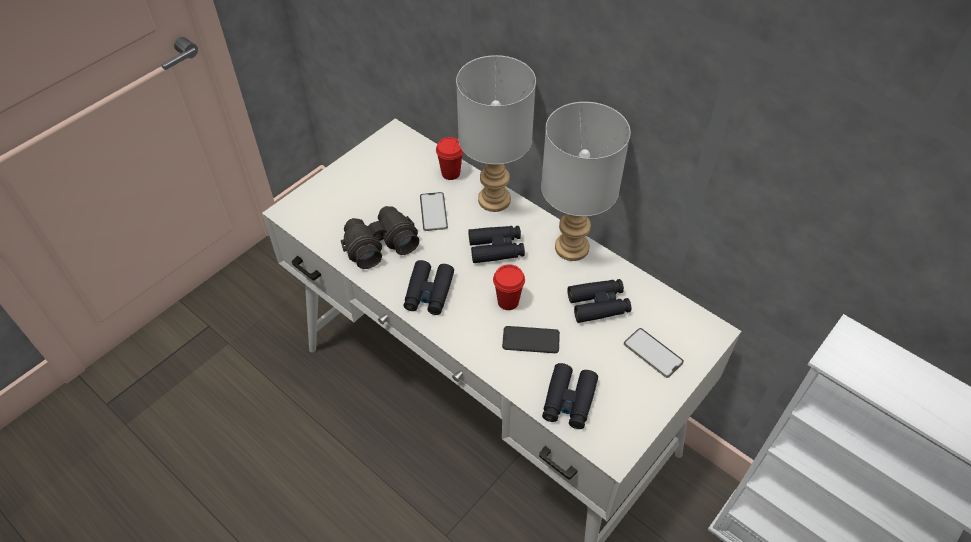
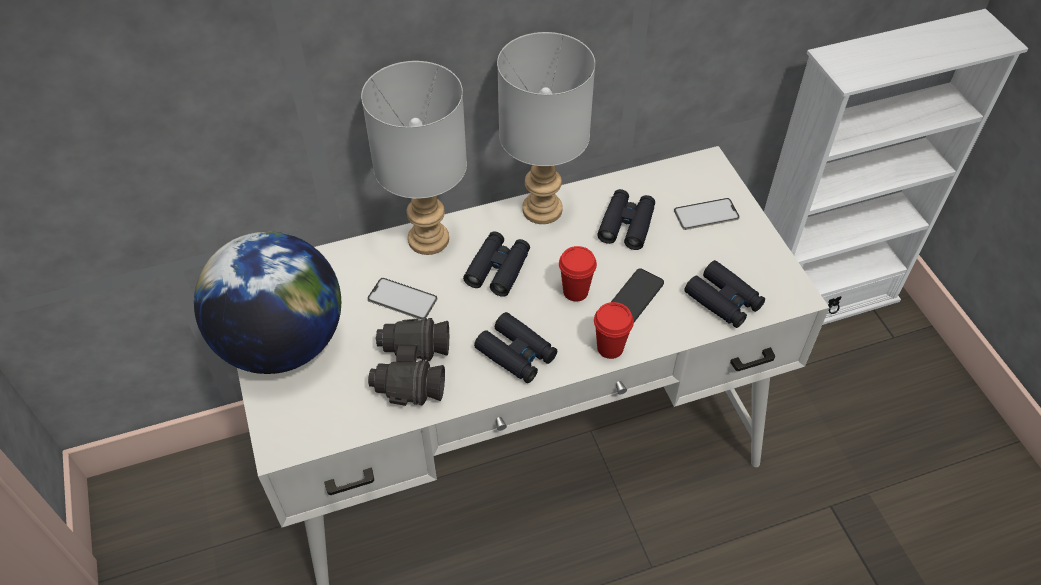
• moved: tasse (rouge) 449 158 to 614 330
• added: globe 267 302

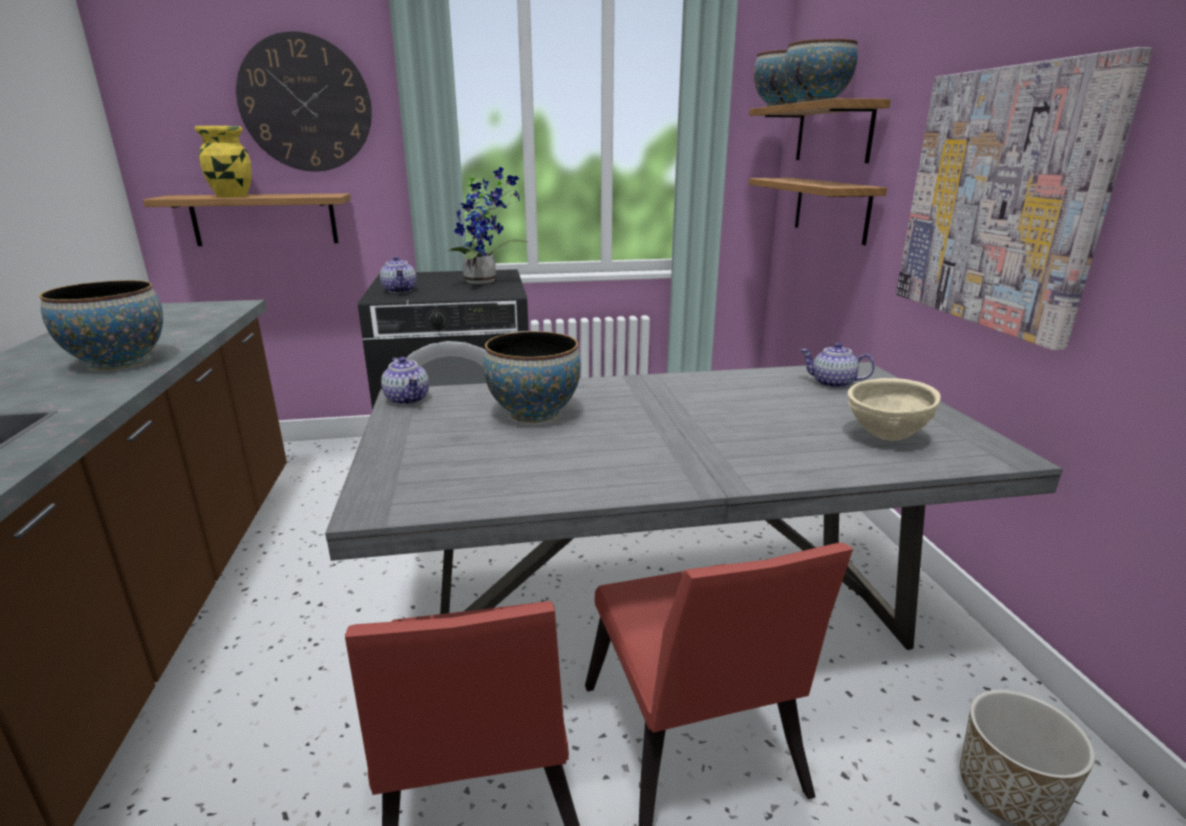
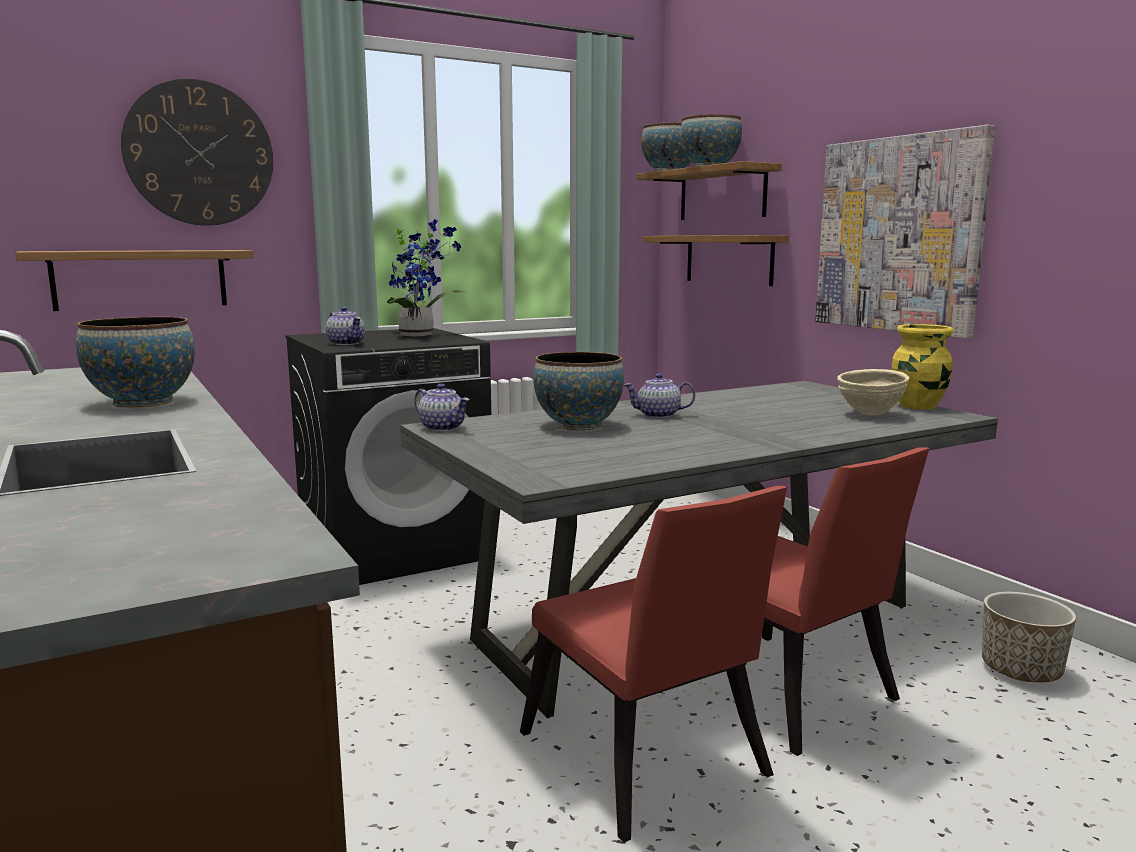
• moved: vase (jaune) 223 161 to 922 367
• moved: théière 837 365 to 659 396

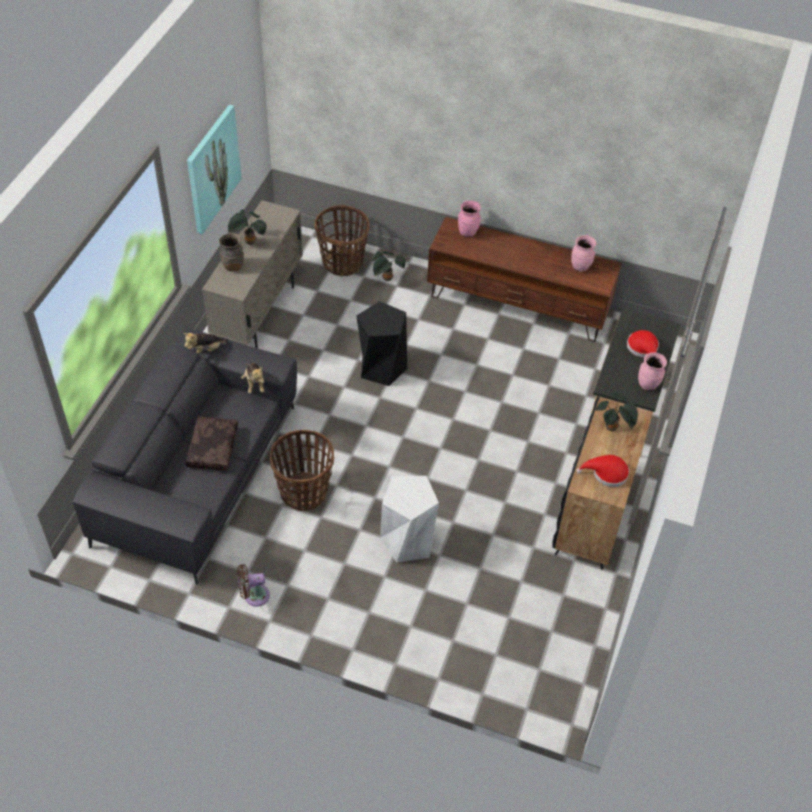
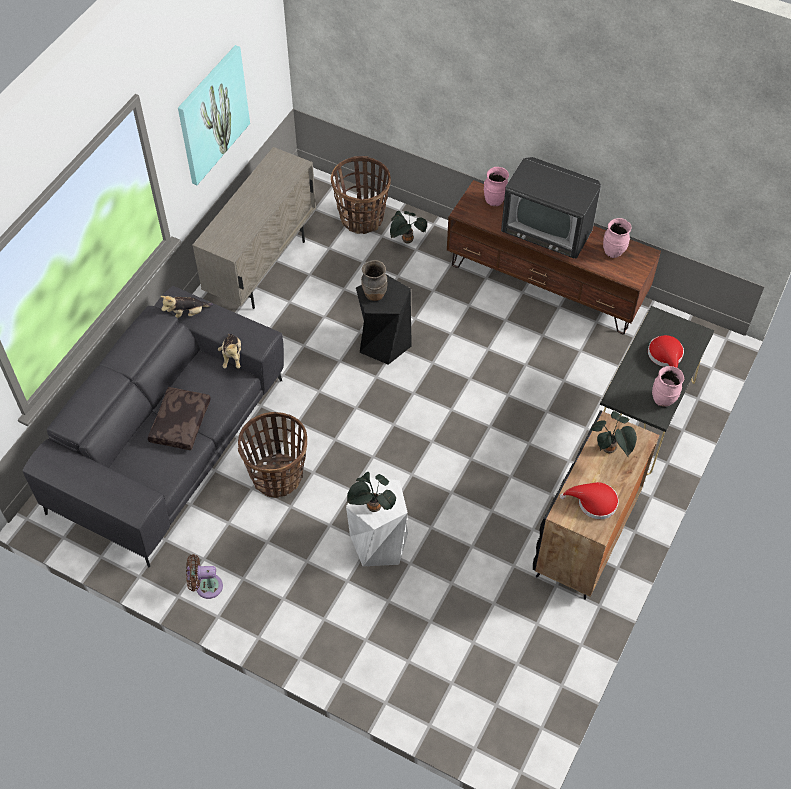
• moved: plante en pot 247 227 to 371 492
• moved: vase (marron) 231 252 to 374 280
• added: téléviseur 551 208

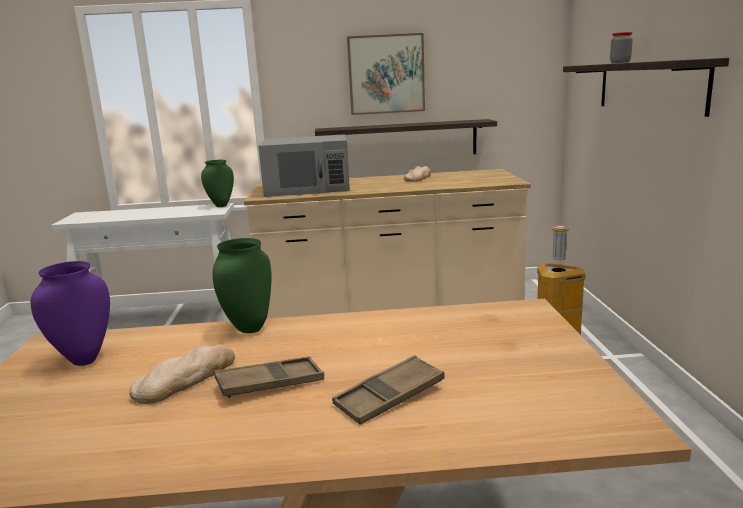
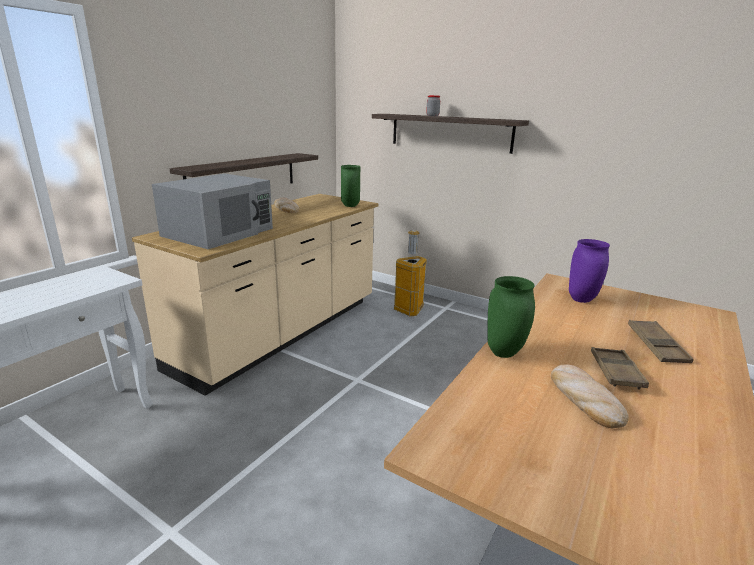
• removed: tableau 386 74
• moved: vase (vert) 217 183 to 350 186
• moved: vase (violet) 70 313 to 589 271

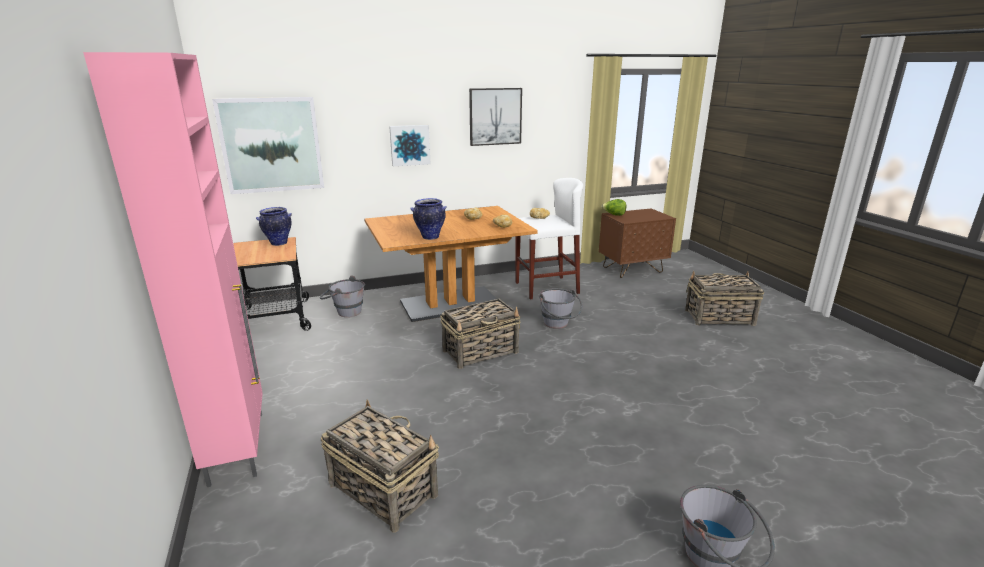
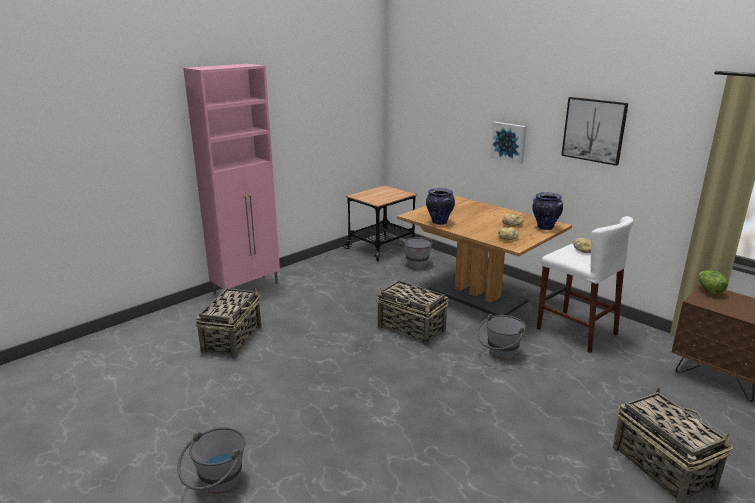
• removed: tableau 268 145
• moved: vase 274 226 to 547 211

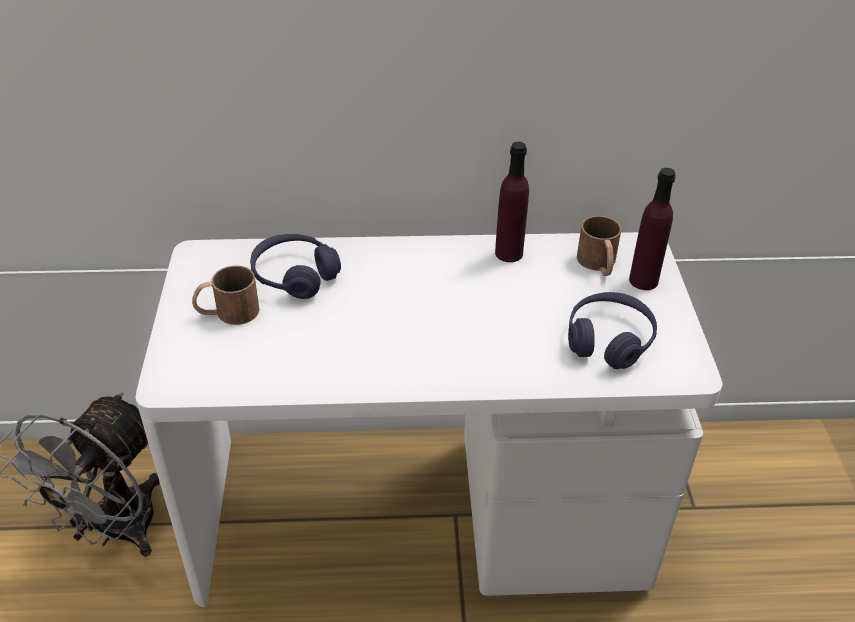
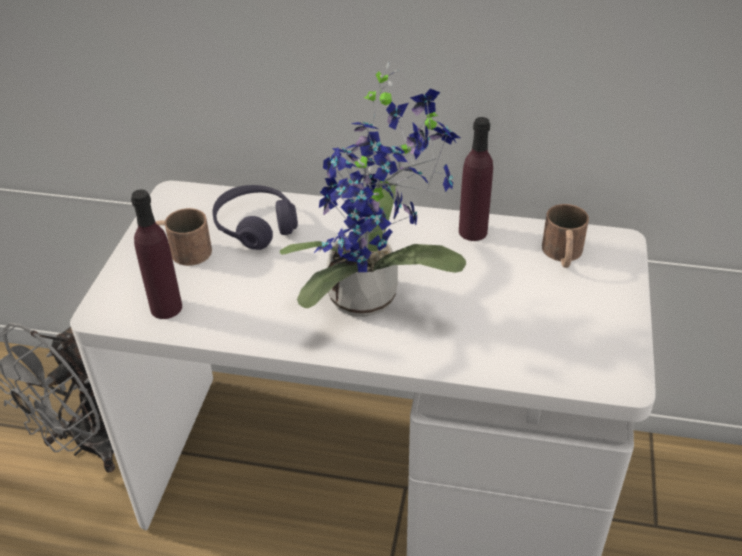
• moved: bouteille (violet) 652 229 to 156 254
• removed: casque audio (violet) 612 330
• added: plante en pot 373 189

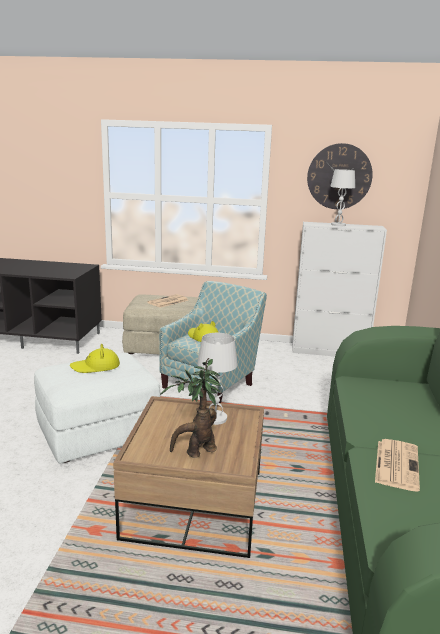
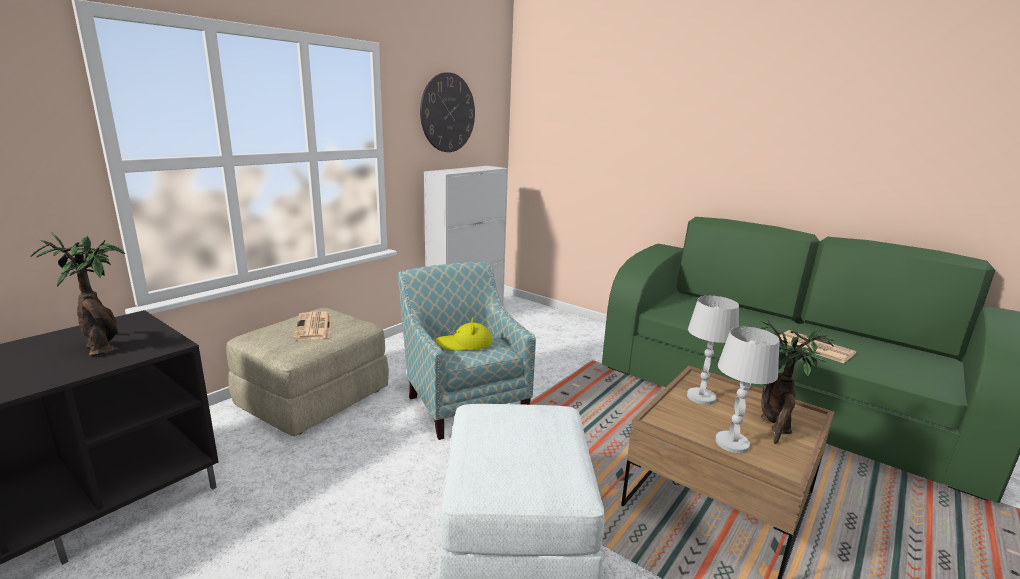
• moved: lampe de table (blanc) 342 197 to 747 390
• removed: chapeau (jaune) 95 358
• added: plante en pot 77 294

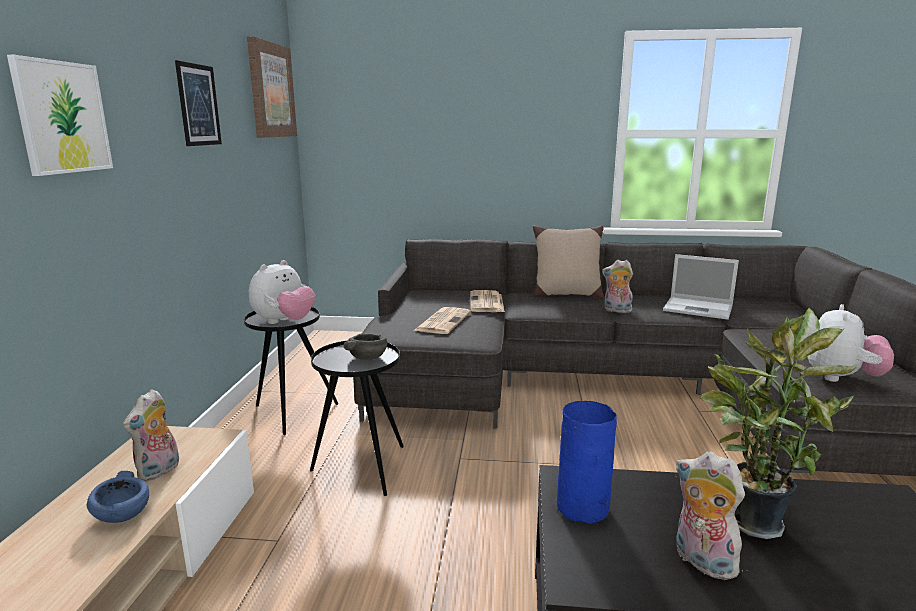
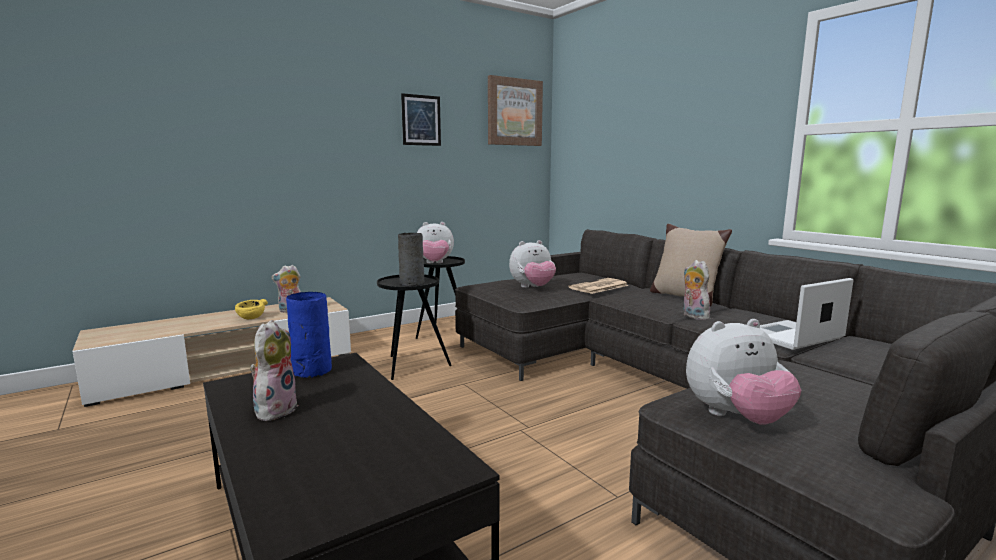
• removed: tableau 60 115
• turned: ordinateur portable 701 287 = 806 314 75 degrees clockwise
• replaced: journal 443 320 to peluche 532 264
• removed: plante en pot 778 423
• replaced: bol (gris) 365 346 to vase (gris) 411 259
• recoloured: bol (bleu) 118 497 to bol (jaune) 251 309

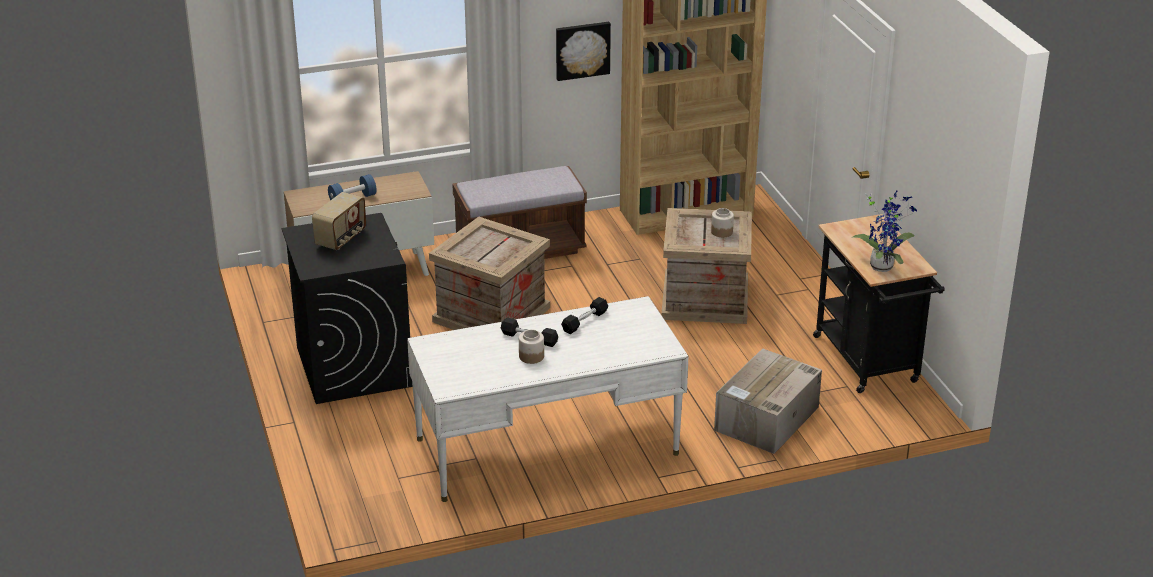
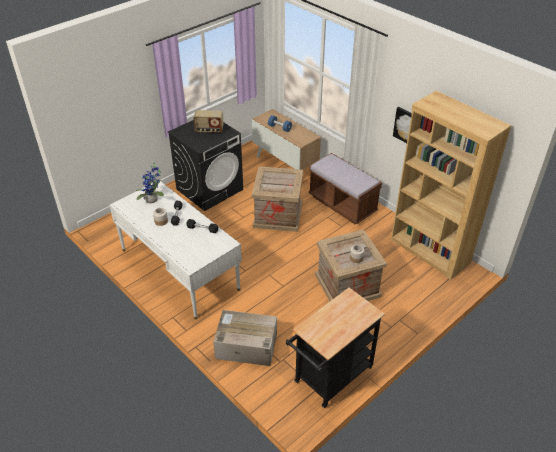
• moved: plante en pot 884 231 to 150 181

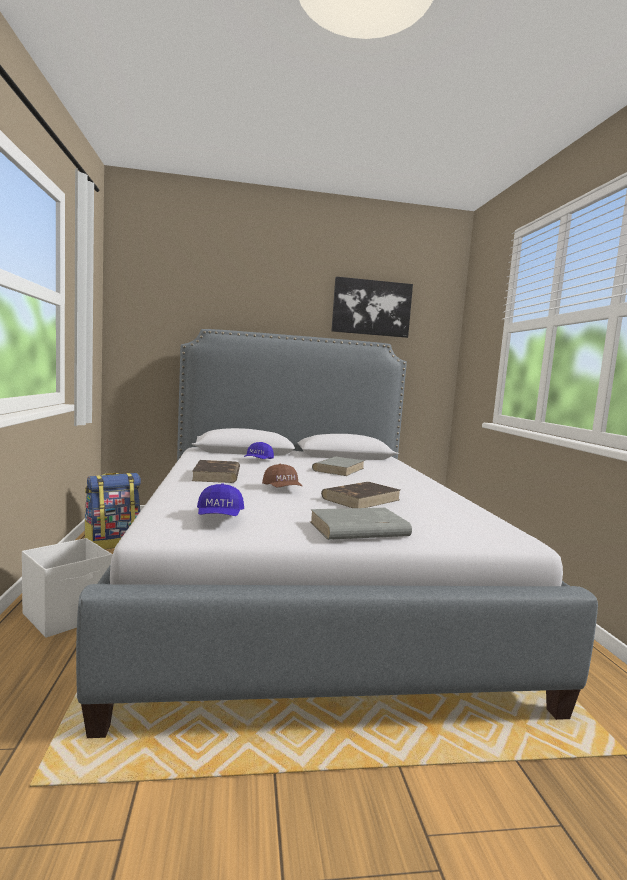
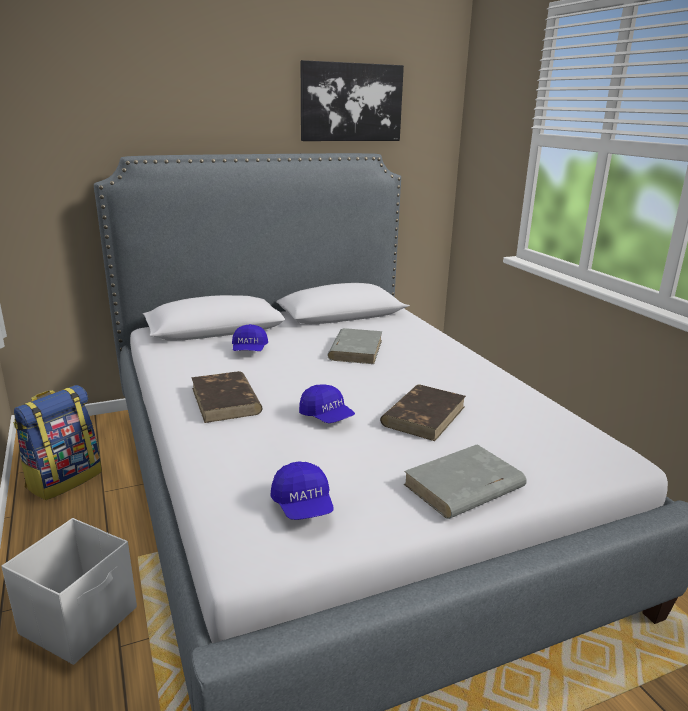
• recoloured: casquette (marron) 282 476 to casquette (bleu) 327 403

